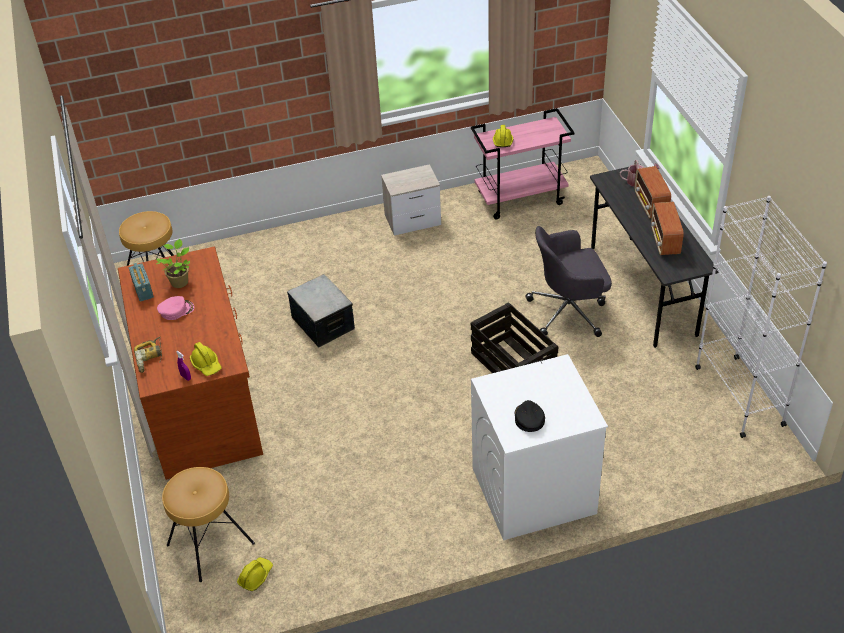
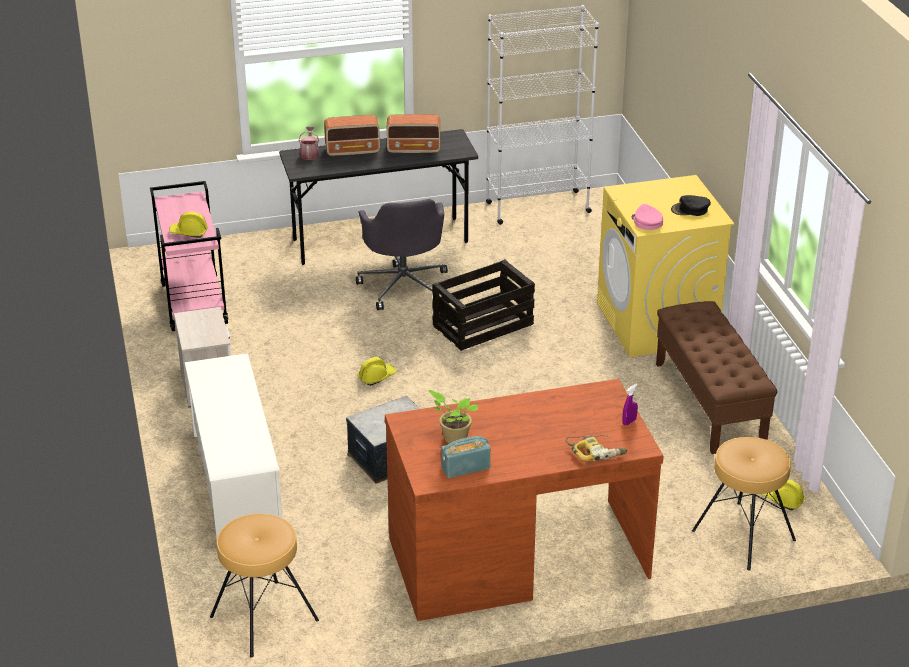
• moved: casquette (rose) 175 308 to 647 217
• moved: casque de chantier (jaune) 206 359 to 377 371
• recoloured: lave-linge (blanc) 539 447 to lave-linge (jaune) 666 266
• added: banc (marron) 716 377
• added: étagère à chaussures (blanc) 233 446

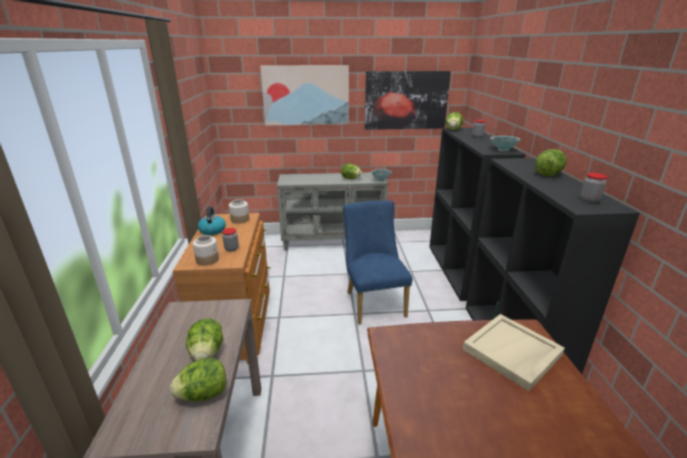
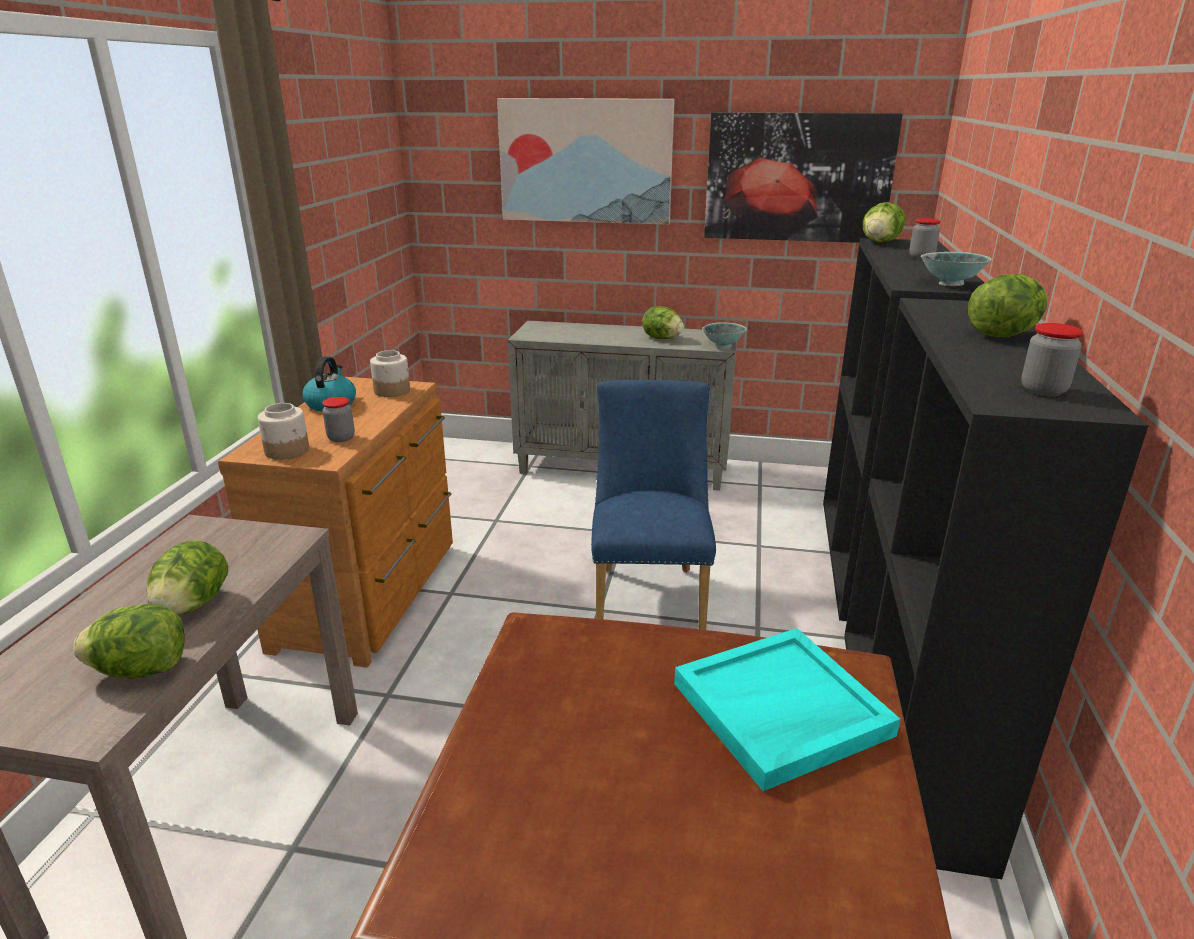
• recoloured: plateau (beige) 514 352 to plateau (turquoise) 787 709

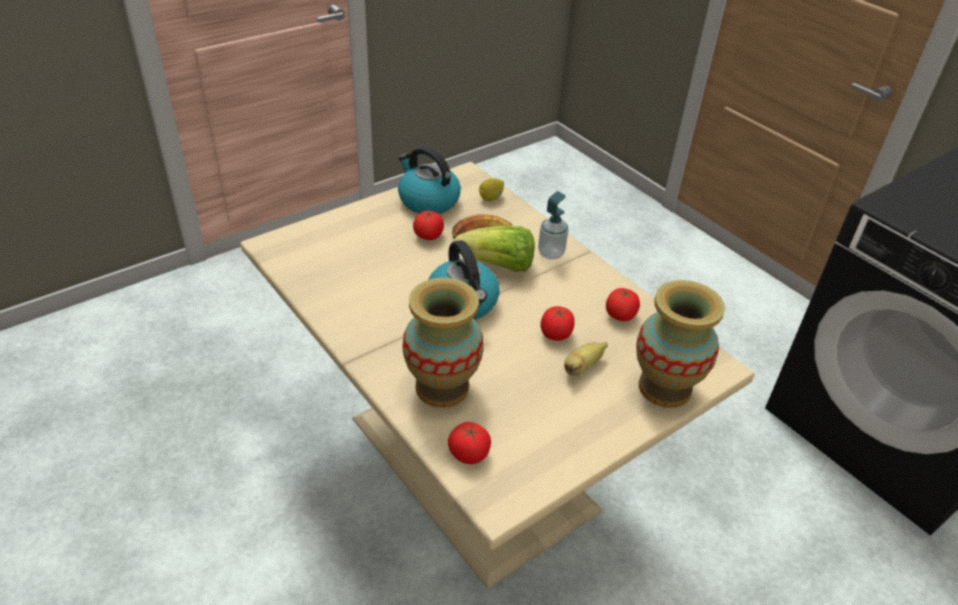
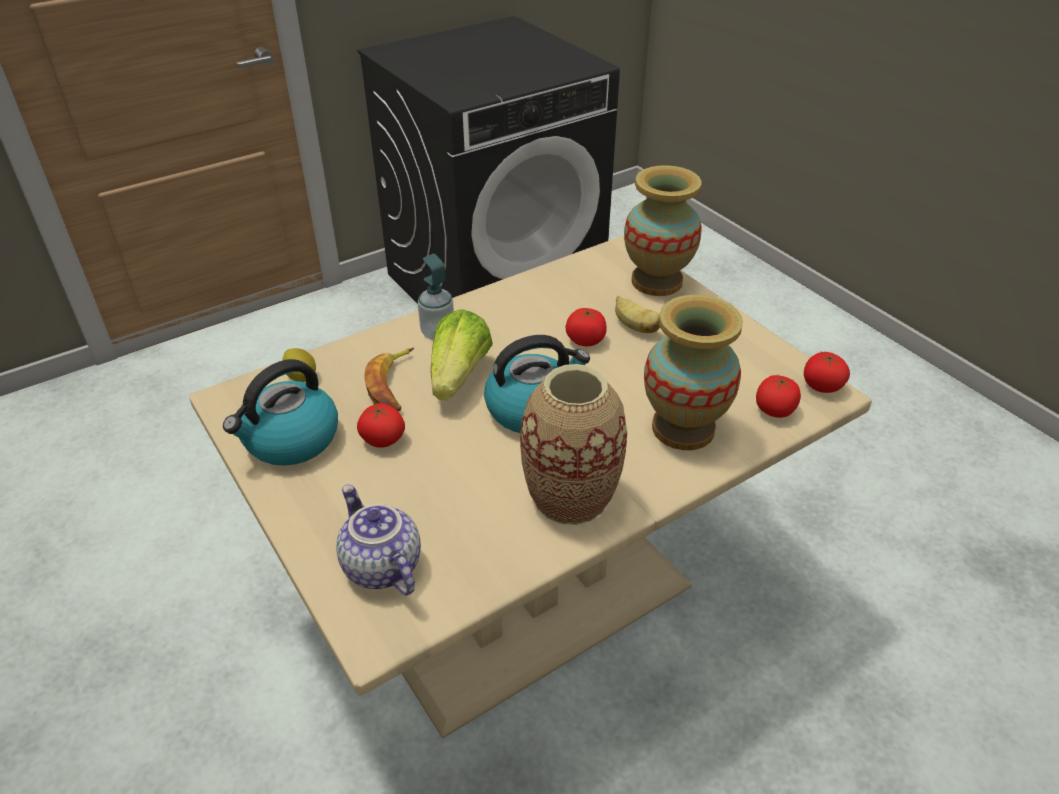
• moved: tomate 623 304 to 827 372
• added: vase 573 444
• added: théière 378 540

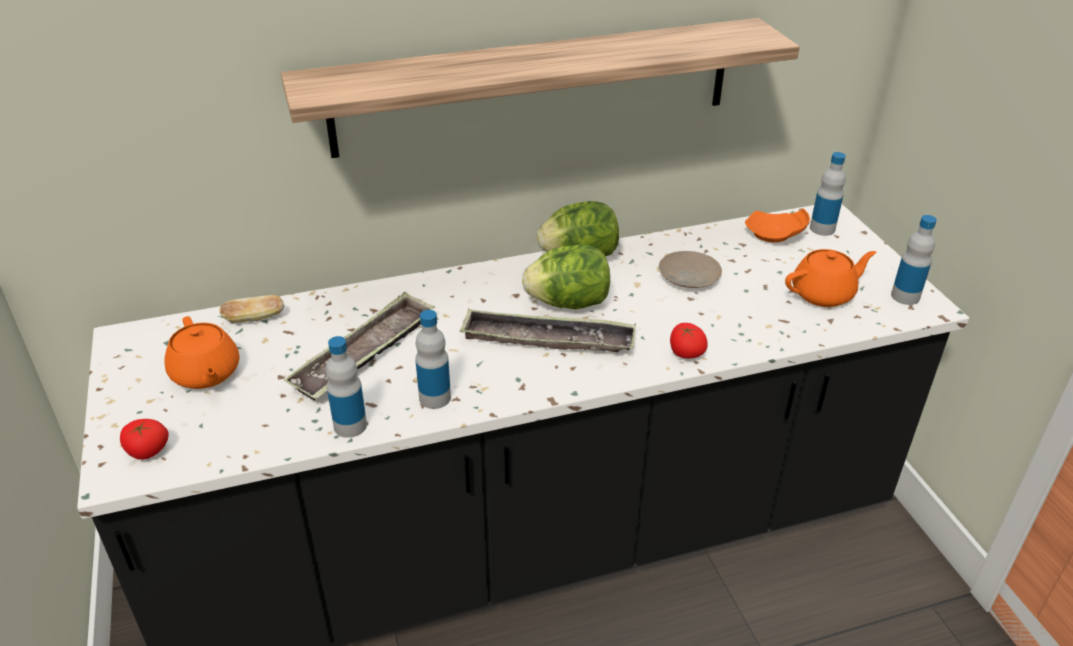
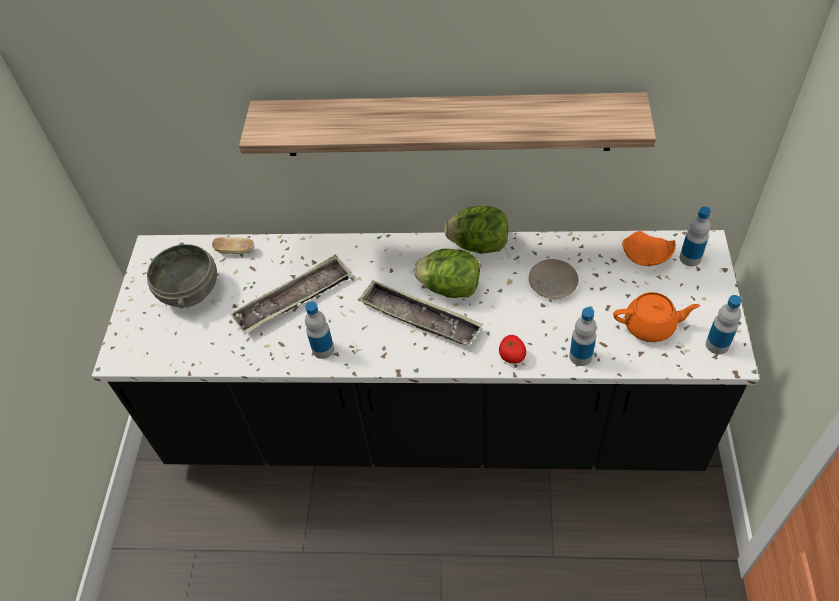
• replaced: théière (orange) 201 352 to bol (gris) 182 276
• moved: bouteille 346 387 to 583 336
• removed: tomate 144 439

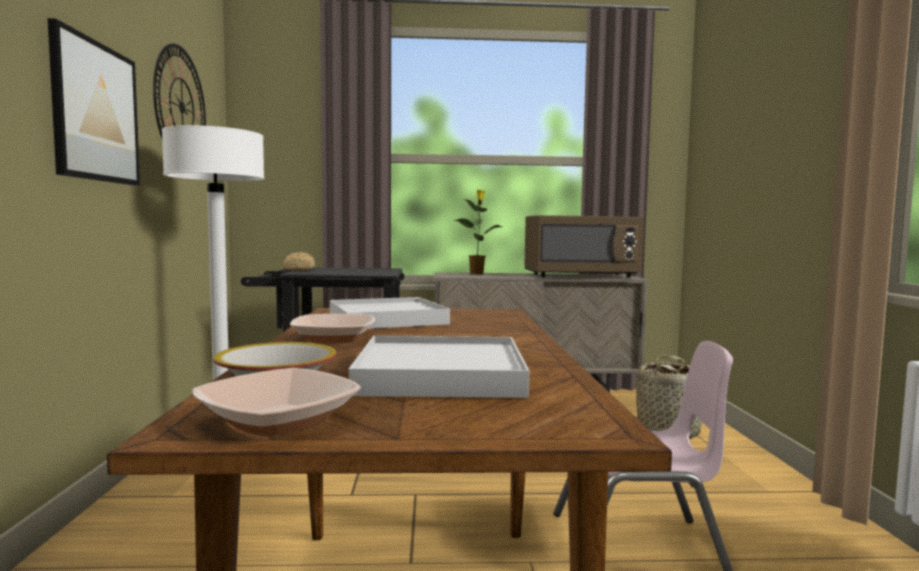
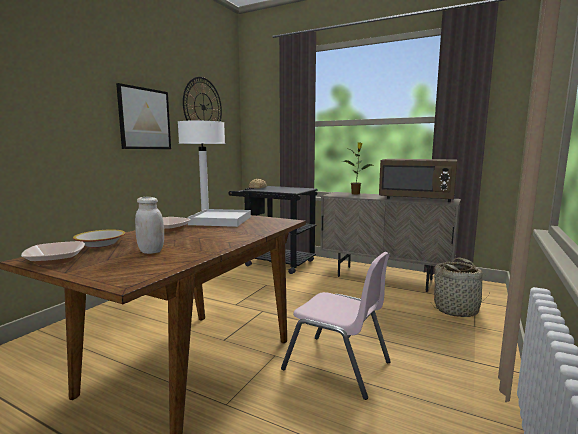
• replaced: plateau (blanc) 438 367 to bocal (blanc) 149 225

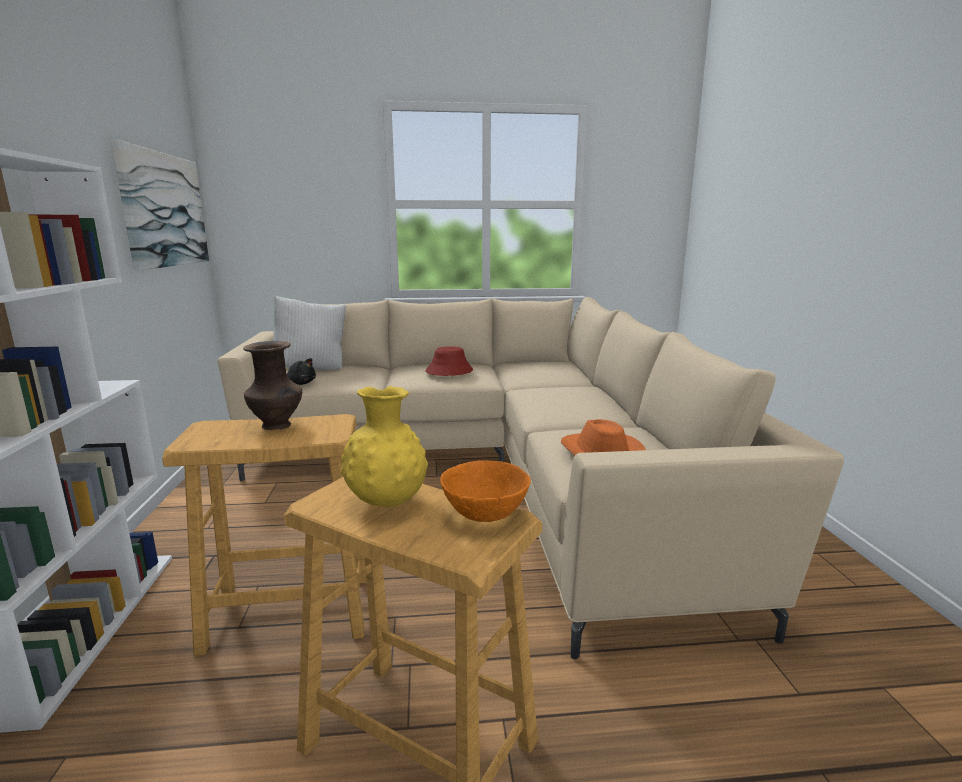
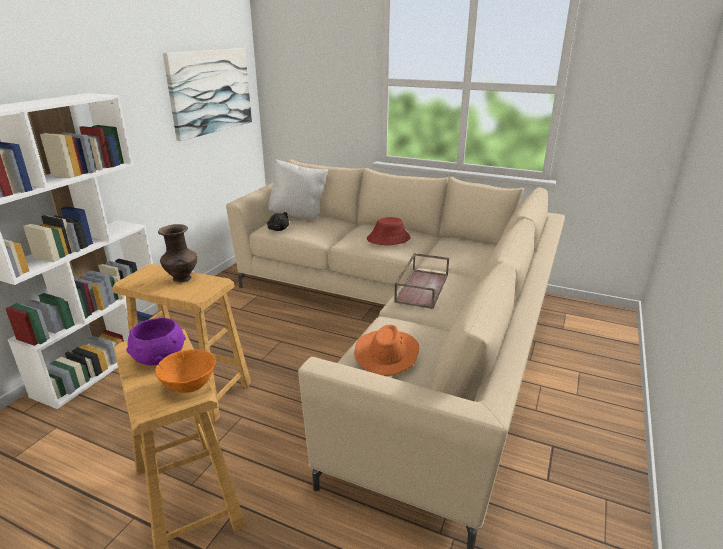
• replaced: vase (jaune) 384 446 to bol (violet) 156 341
• added: plateau (marron) 421 281

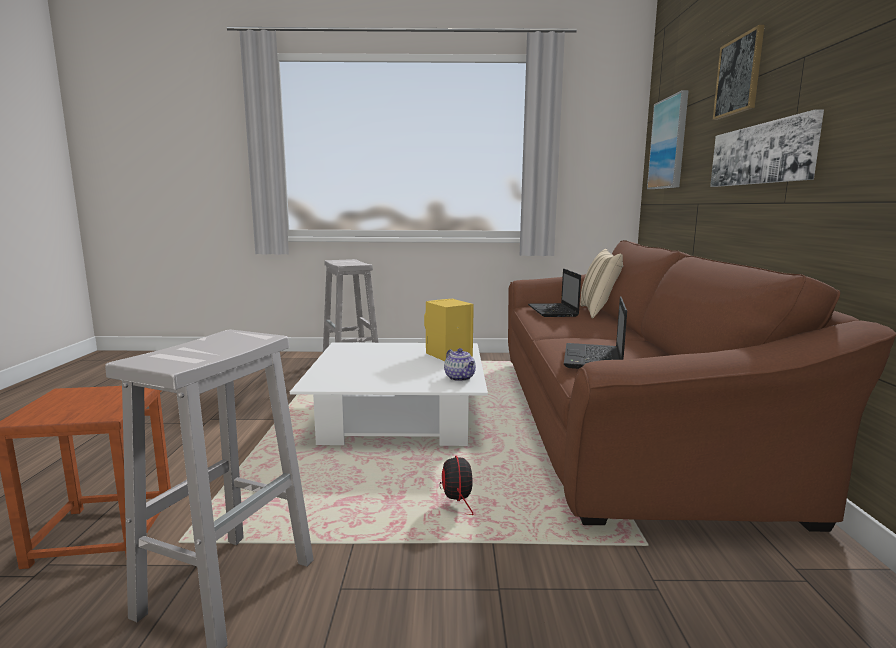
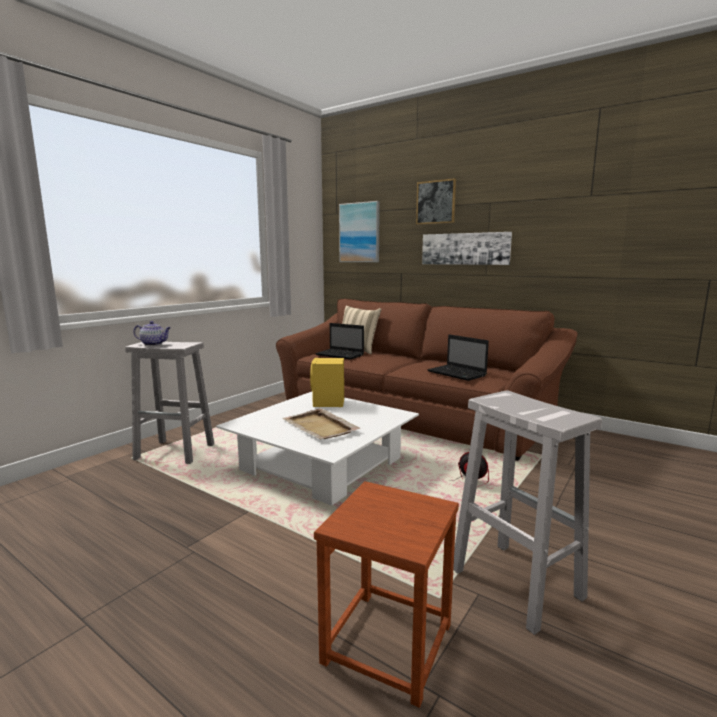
• moved: théière 460 364 to 152 333
• added: plateau (beige) 321 423

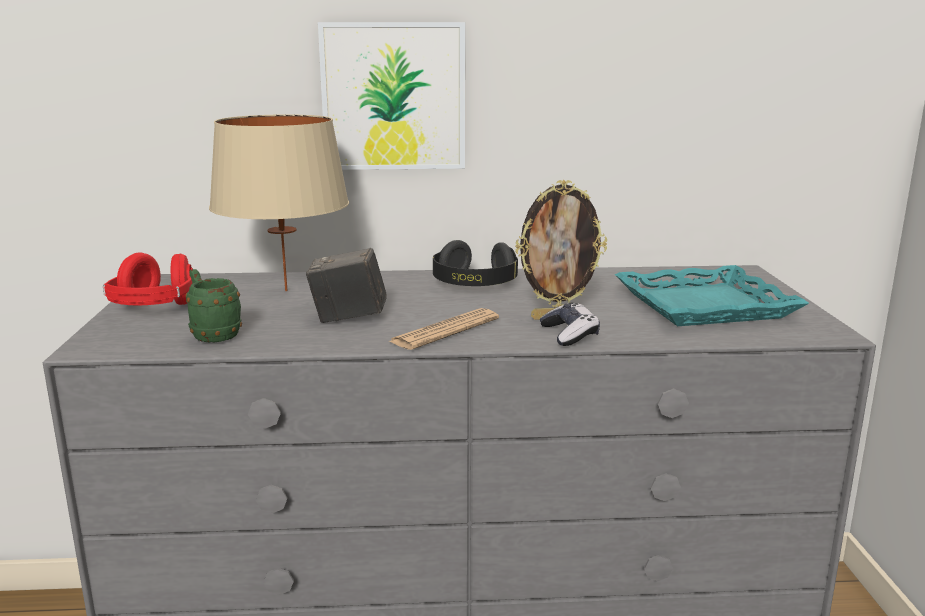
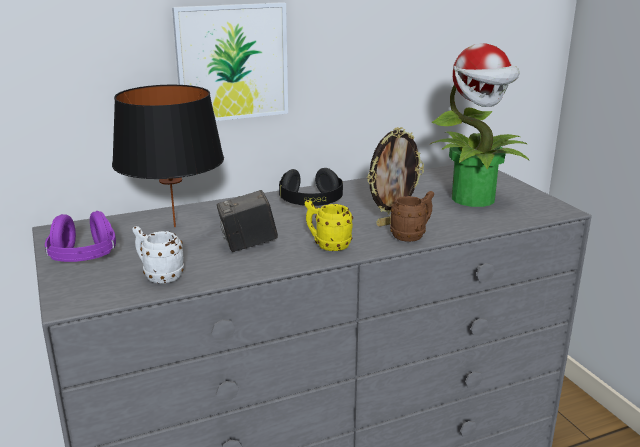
• recoloured: lampe de table (beige) 279 202 to lampe de table (noir) 168 156
• recoloured: casque audio (rouge) 148 279 to casque audio (violet) 80 236
• replaced: plateau (turquoise) 711 295 to plante en pot 479 125
• recoloured: mug (vert) 214 305 to mug (blanc) 158 254
• replaced: manette 570 324 to mug (marron) 412 216
• replaced: journal 444 329 to mug (jaune) 329 225

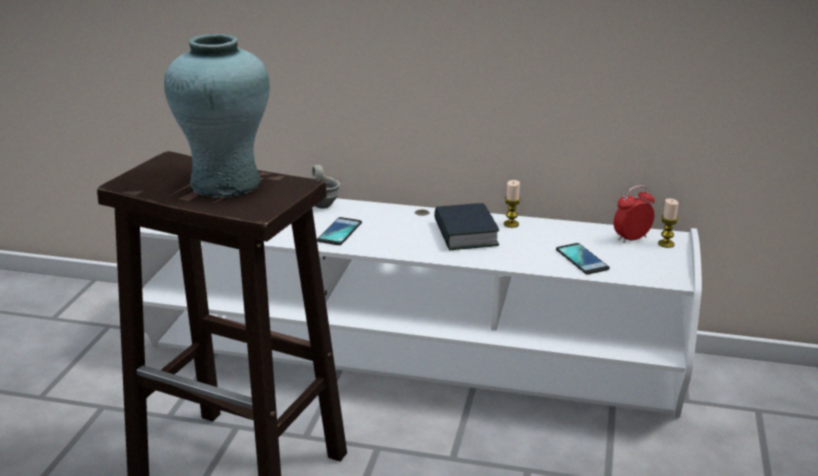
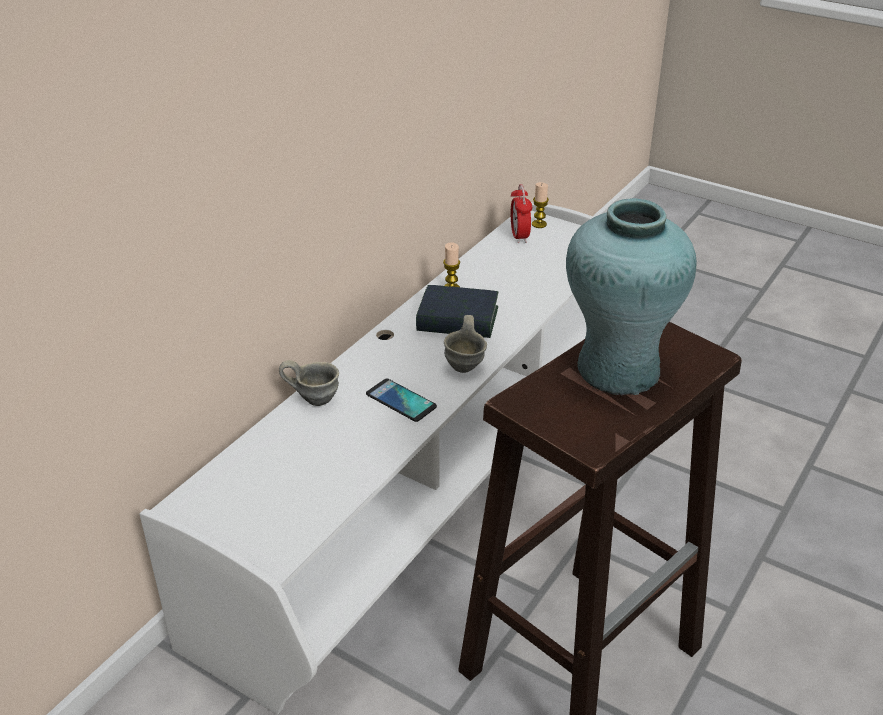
• removed: téléphone 583 258
• added: mug (gris) 465 344

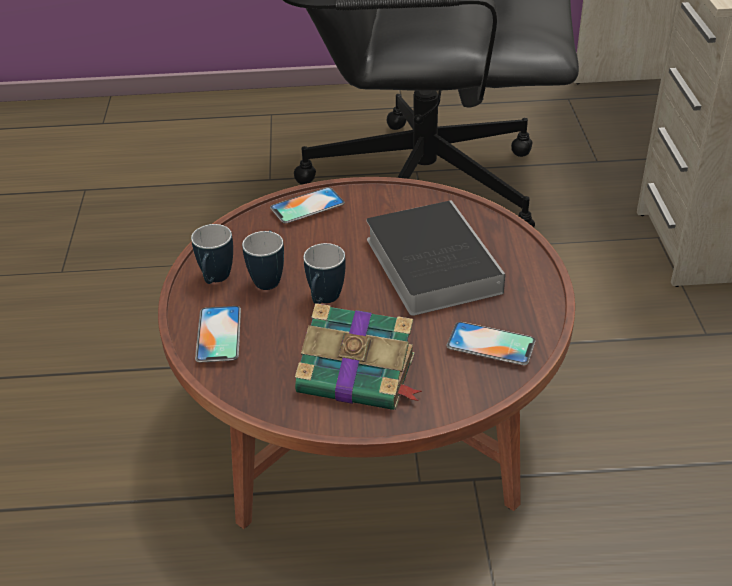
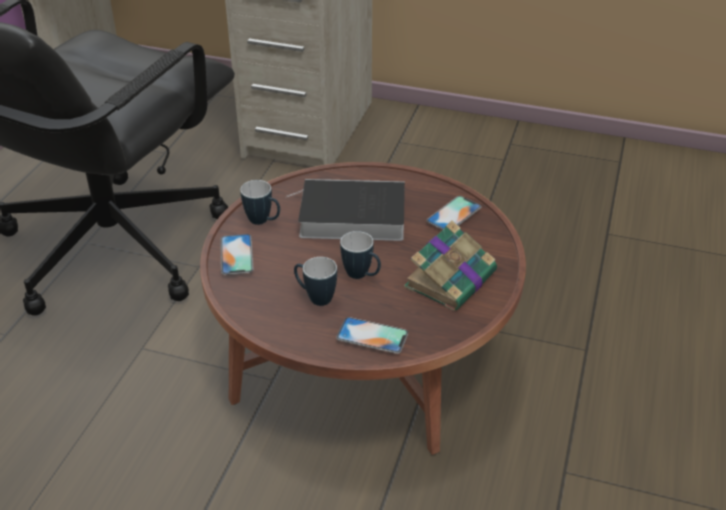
• moved: mug 212 254 to 260 202

